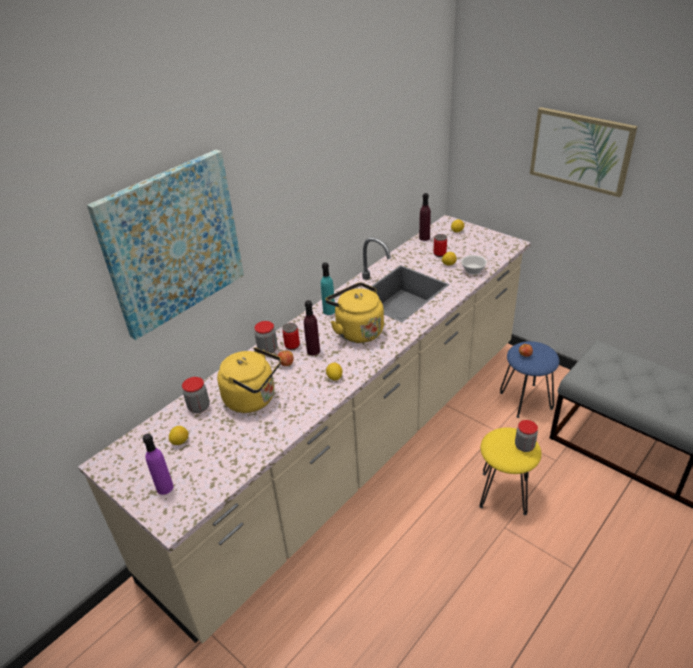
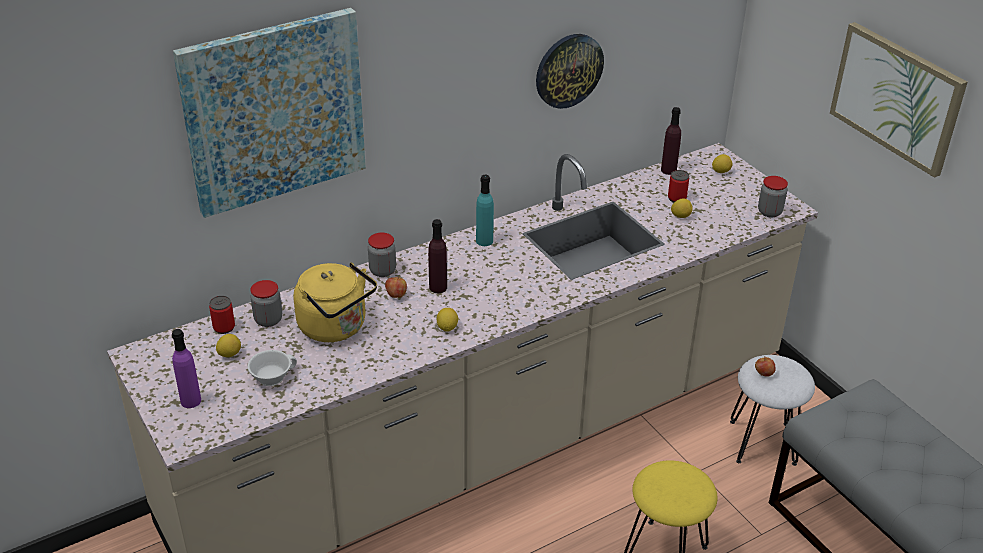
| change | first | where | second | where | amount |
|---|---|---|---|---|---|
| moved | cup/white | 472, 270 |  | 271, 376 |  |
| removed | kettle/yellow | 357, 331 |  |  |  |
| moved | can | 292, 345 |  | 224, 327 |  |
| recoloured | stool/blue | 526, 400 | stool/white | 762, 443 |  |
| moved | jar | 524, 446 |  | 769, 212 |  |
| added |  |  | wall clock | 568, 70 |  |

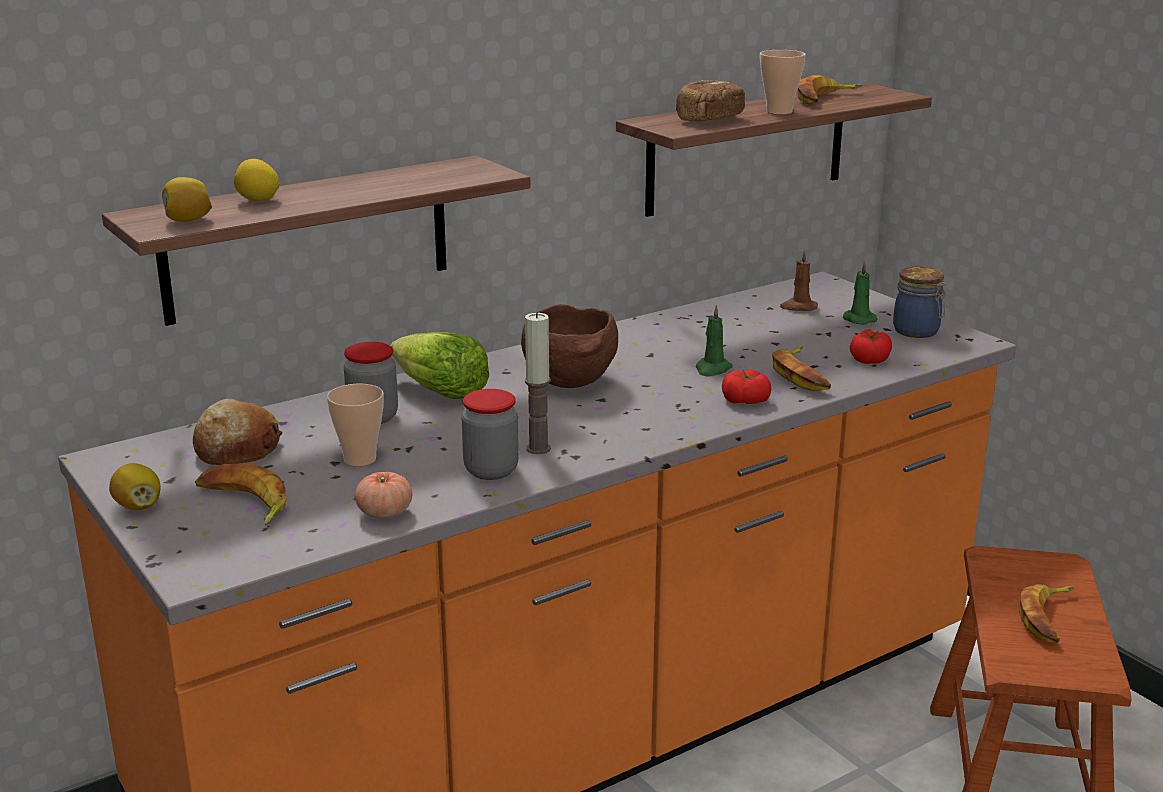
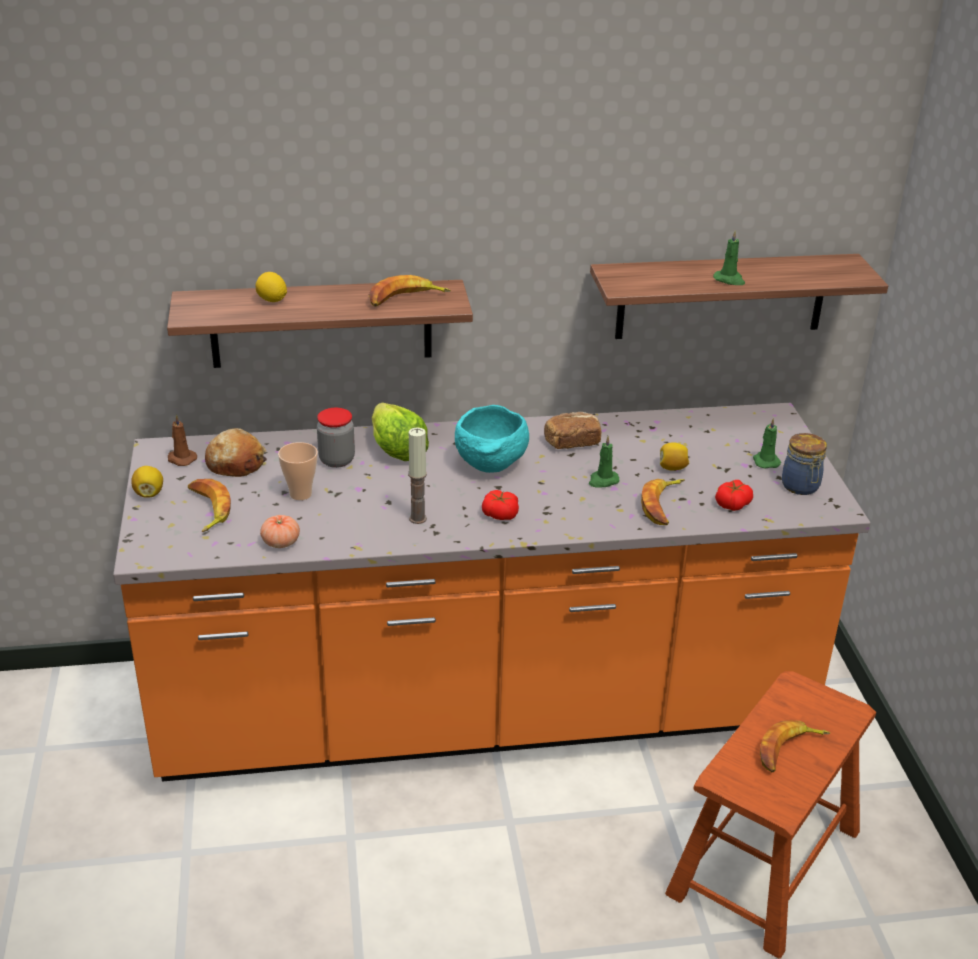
| change | first | where | second | where | amount |
|---|---|---|---|---|---|
| replaced | cup | 779, 112 | candle/green | 729, 280 |  |
| moved | banana | 825, 99 |  | 405, 299 |  |
| moved | bread | 707, 119 |  | 571, 442 |  |
| moved | lemon | 188, 220 |  | 672, 468 |  |
| moved | candle/brown | 798, 307 |  | 181, 459 |  |
| recoloured | bowl/brown | 572, 383 | bowl/turquoise | 491, 466 |  |
| moved | tomato | 745, 400 |  | 500, 514 |  |
| removed | jar | 491, 470 |  |  |  |

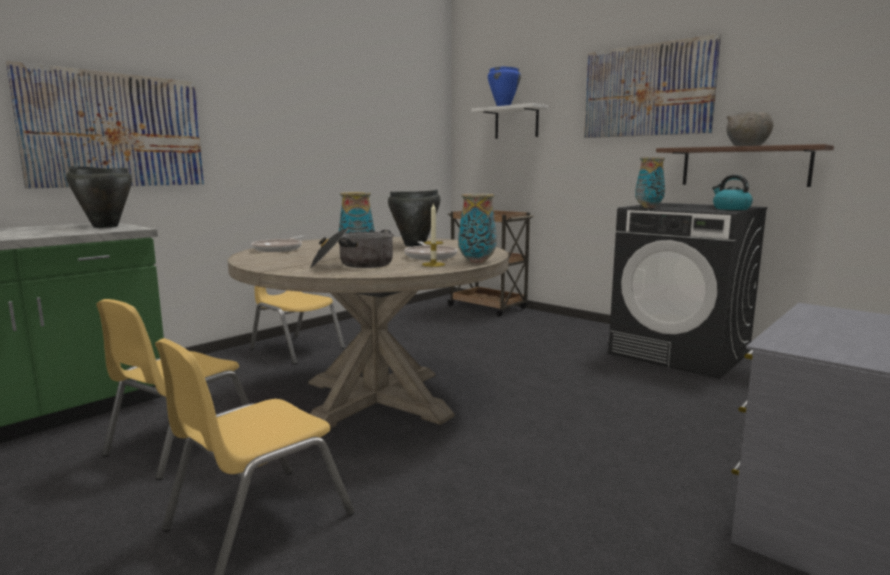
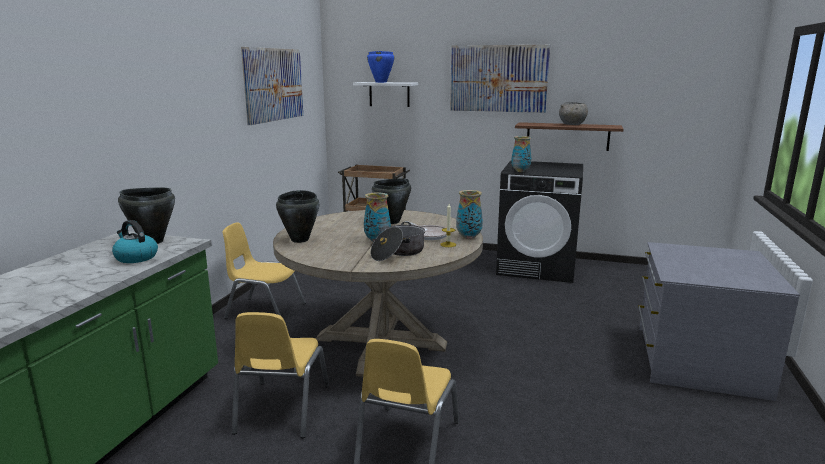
| change | first | where | second | where | amount |
|---|---|---|---|---|---|
| moved | picture | 116, 130 |  | 273, 84 |  |
| moved | kettle | 730, 209 |  | 136, 257 |  |
| replaced | frying pan | 279, 249 | cooking pot/black | 300, 240 |  |

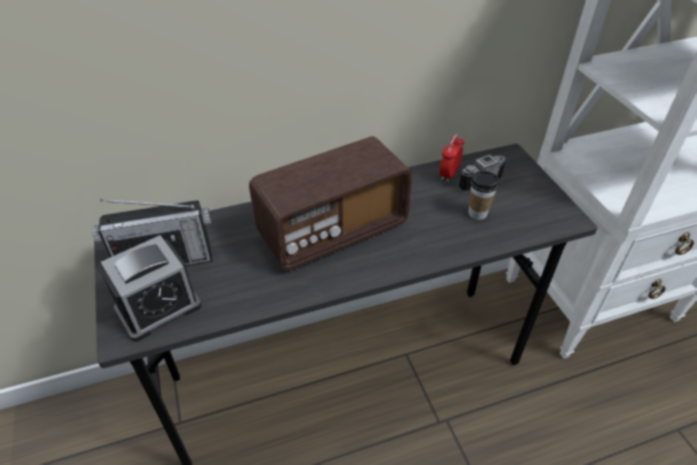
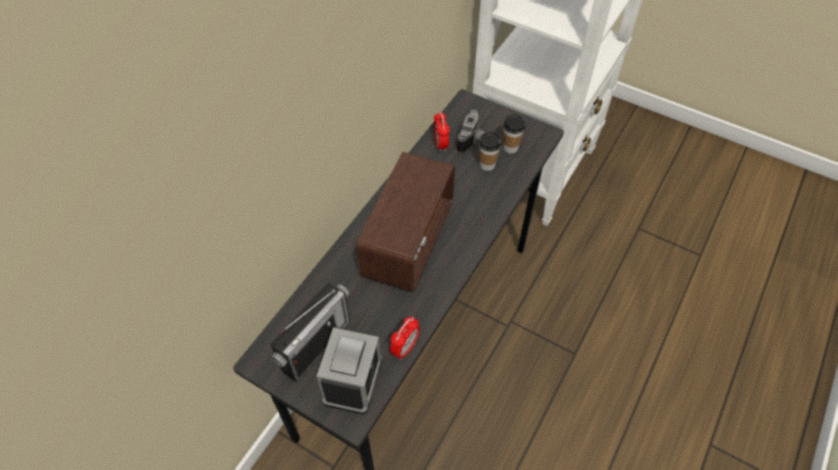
| change | first | where | second | where | amount |
|---|---|---|---|---|---|
| added |  |  | cup | 510, 148 |  |
| added |  |  | alarm clock | 405, 348 |  |

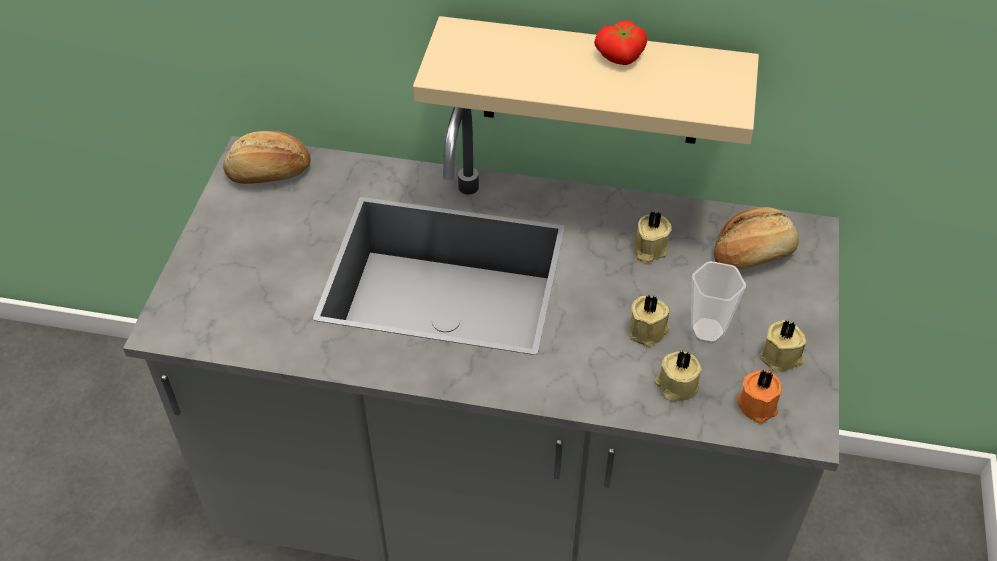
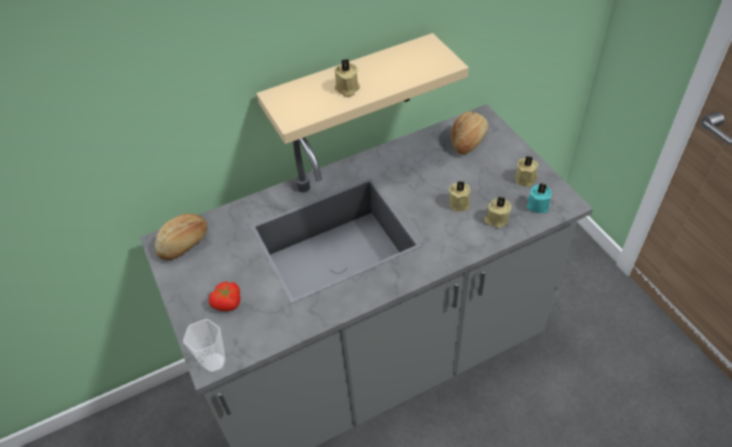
| change | first | where | second | where | amount |
|---|---|---|---|---|---|
| moved | tomato | 620, 57 |  | 228, 303 |  |
| moved | candle/beige | 648, 249 |  | 347, 89 |  |
| moved | cup | 707, 331 |  | 214, 363 |  |
| recoloured | candle/orange | 758, 404 | candle/turquoise | 537, 205 |  |

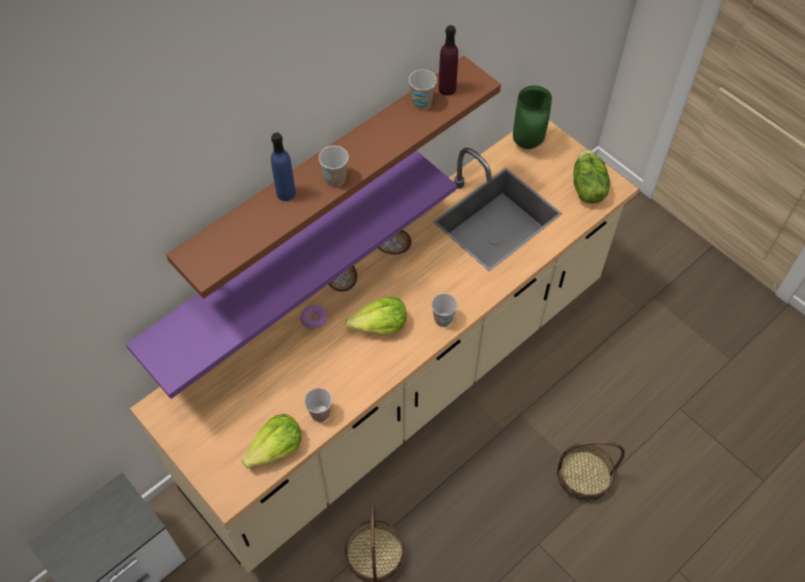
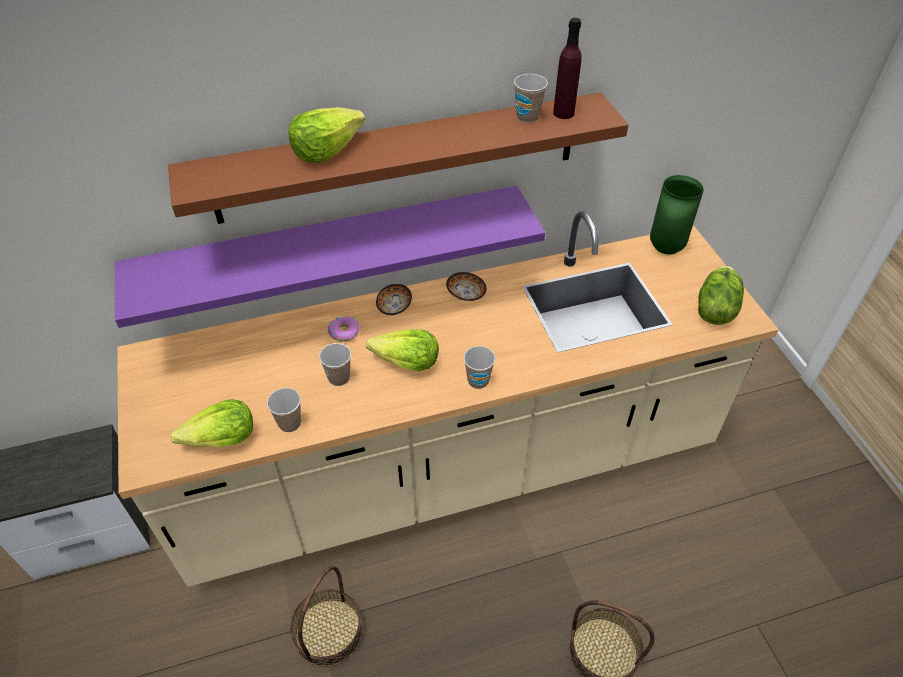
| change | first | where | second | where | amount |
|---|---|---|---|---|---|
| replaced | bottle/blue | 286, 193 | lettuce | 326, 150 |  |
| moved | cup | 335, 178 |  | 339, 378 |  |

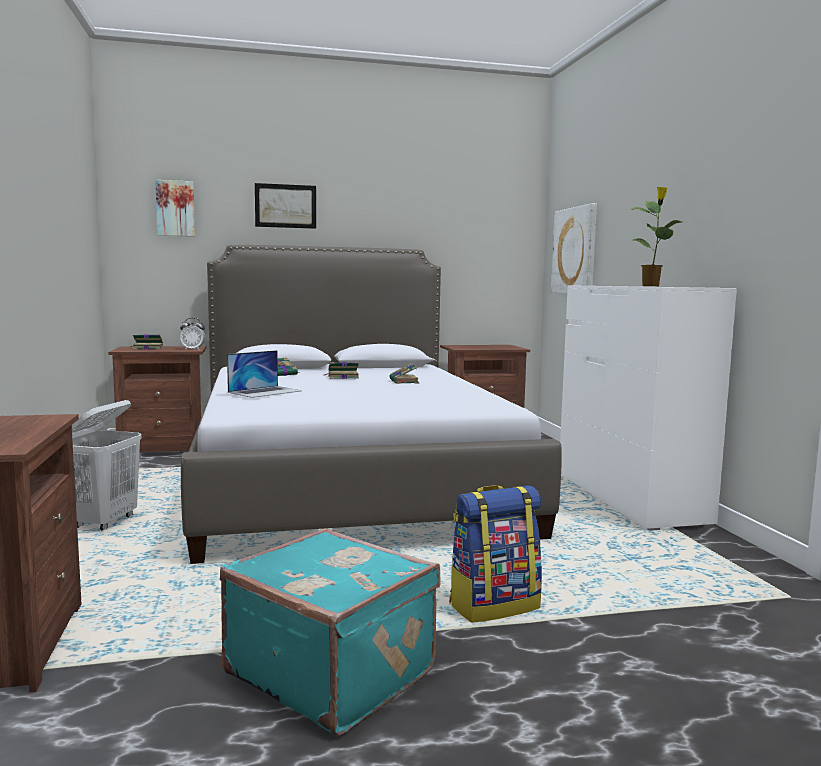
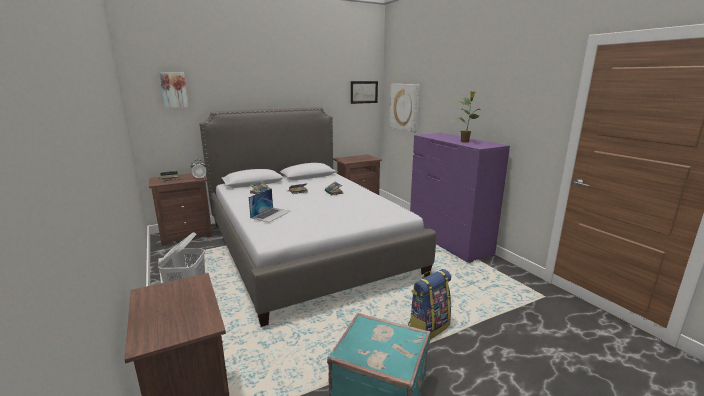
| change | first | where | second | where | amount |
|---|---|---|---|---|---|
| moved | picture | 285, 206 |  | 364, 92 |  |
| recoloured | dresser/white | 628, 499 | dresser/purple | 448, 242 |  |

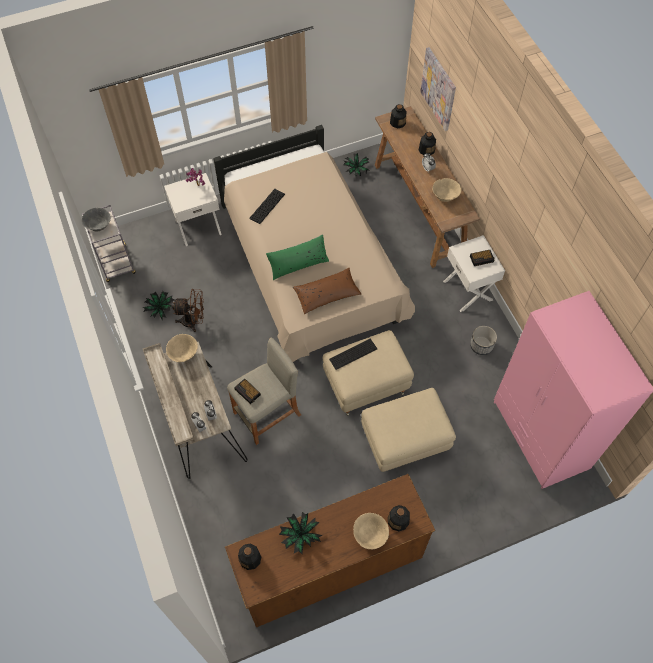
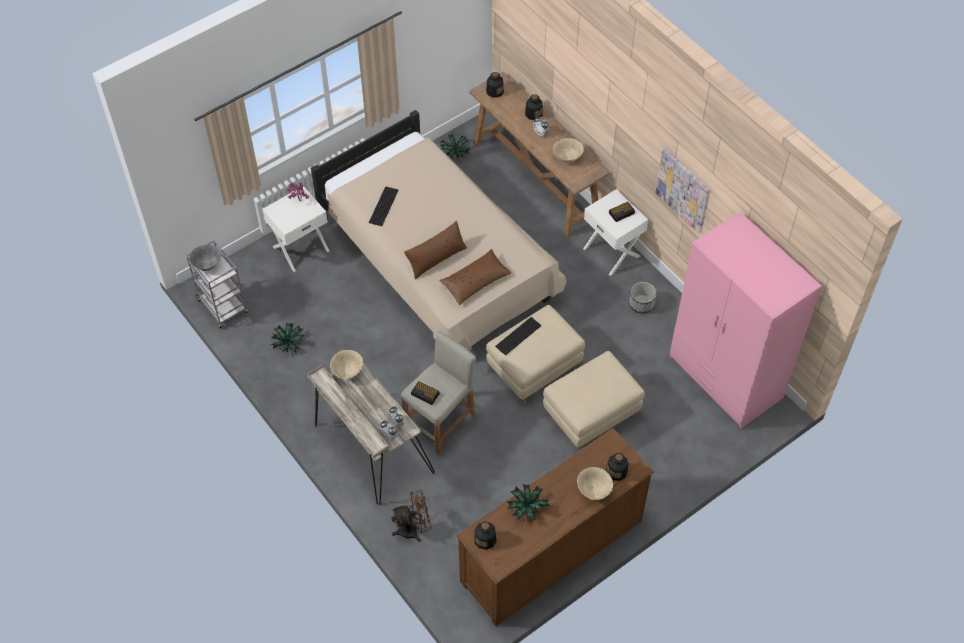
| change | first | where | second | where | amount |
|---|---|---|---|---|---|
| moved | picture | 438, 89 |  | 683, 190 |  |
| recoloured | pillow/green | 298, 264 | pillow/brown | 436, 258 |  |
| moved | fan/brown | 193, 321 |  | 413, 529 |  |

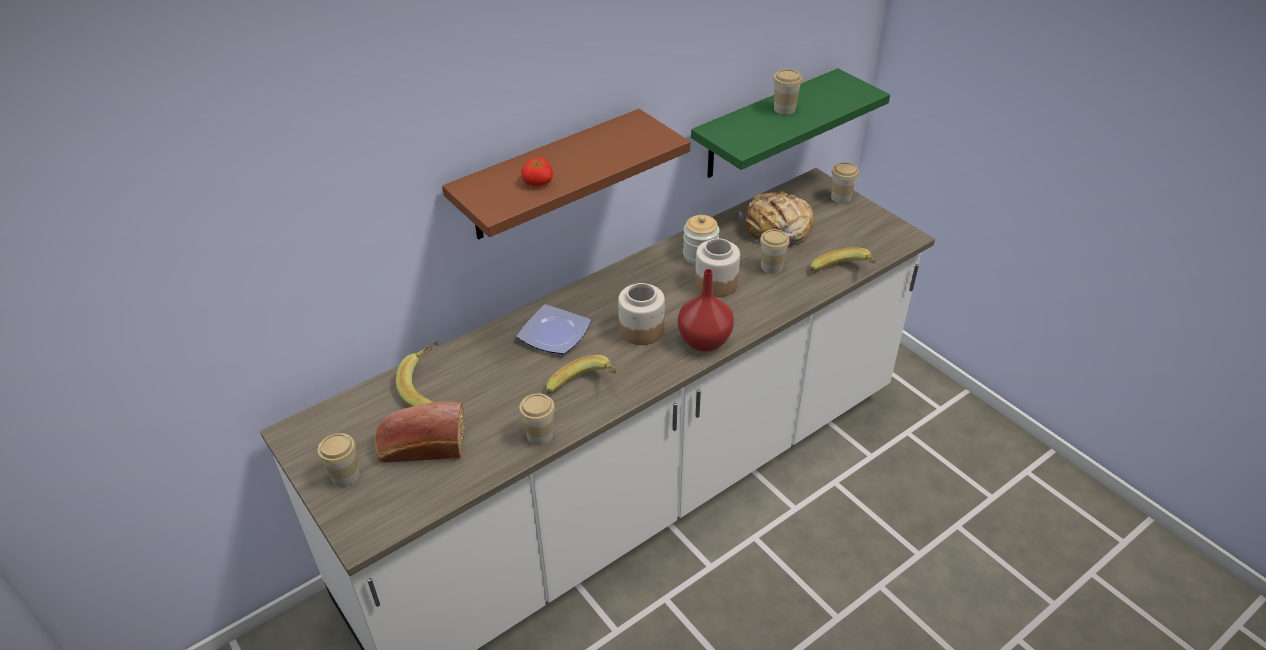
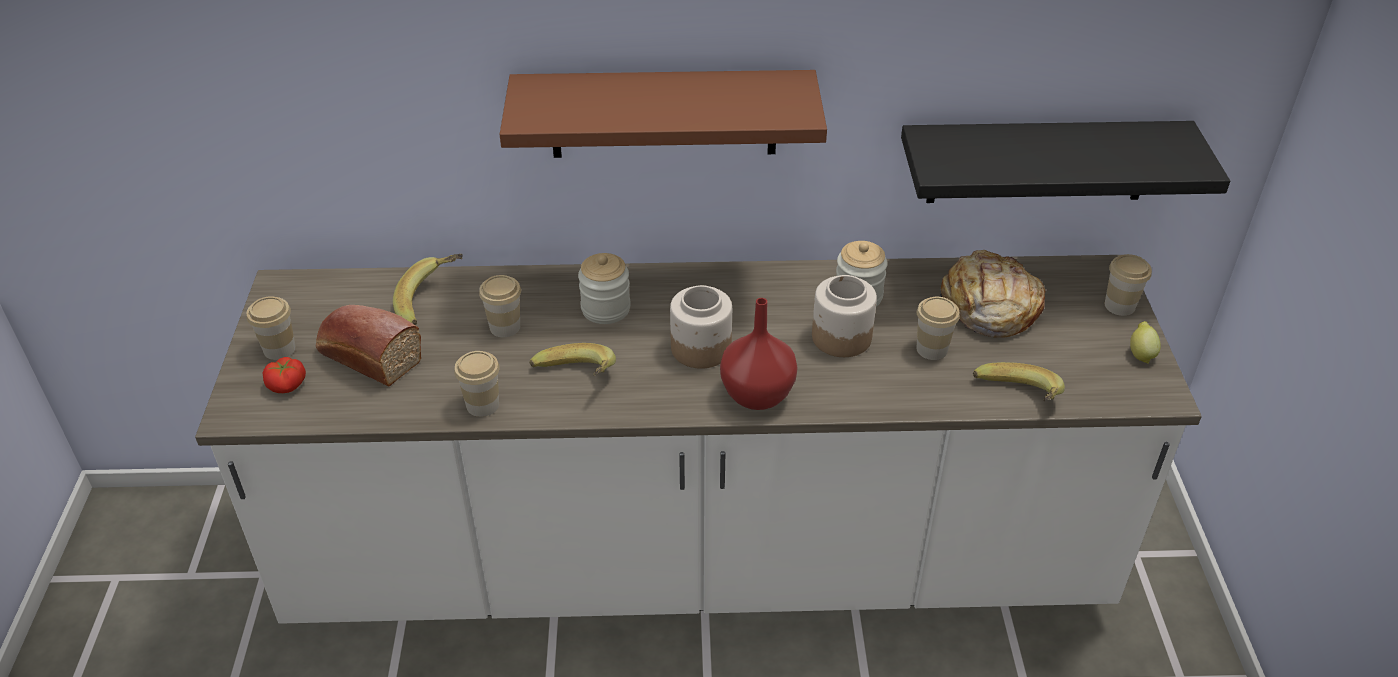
| change | first | where | second | where | amount |
|---|---|---|---|---|---|
| recoloured | shelf/green | 765, 125 | shelf/black | 1040, 162 |  |
| moved | cup | 784, 109 |  | 505, 327 |  |
| moved | tomato | 538, 181 |  | 287, 385 |  |
| replaced | plate | 555, 335 | jar | 605, 309 |  |
| added |  |  | lemon | 1140, 354 |  |

